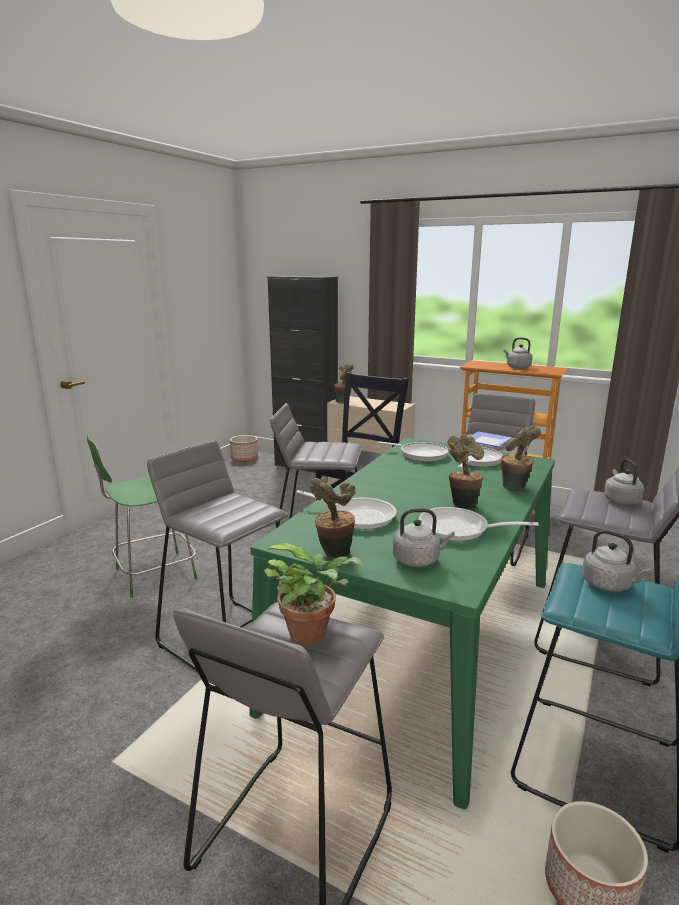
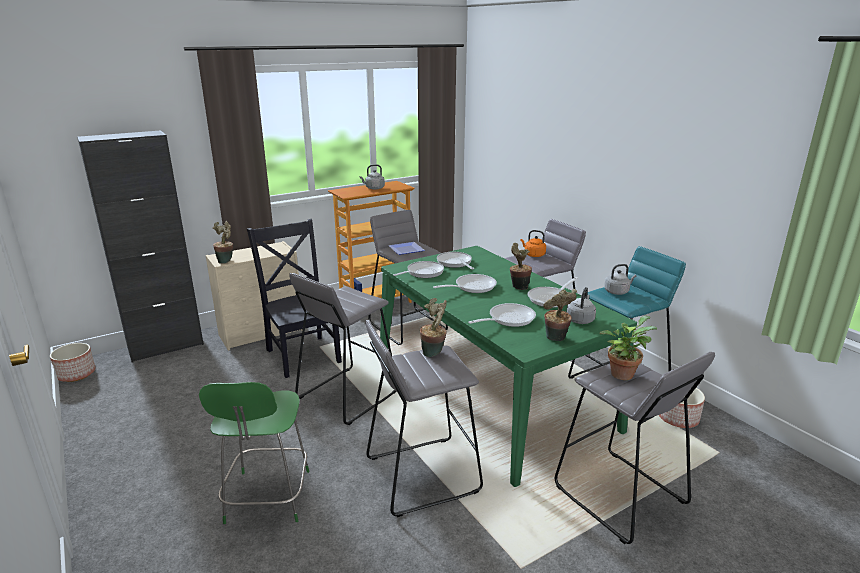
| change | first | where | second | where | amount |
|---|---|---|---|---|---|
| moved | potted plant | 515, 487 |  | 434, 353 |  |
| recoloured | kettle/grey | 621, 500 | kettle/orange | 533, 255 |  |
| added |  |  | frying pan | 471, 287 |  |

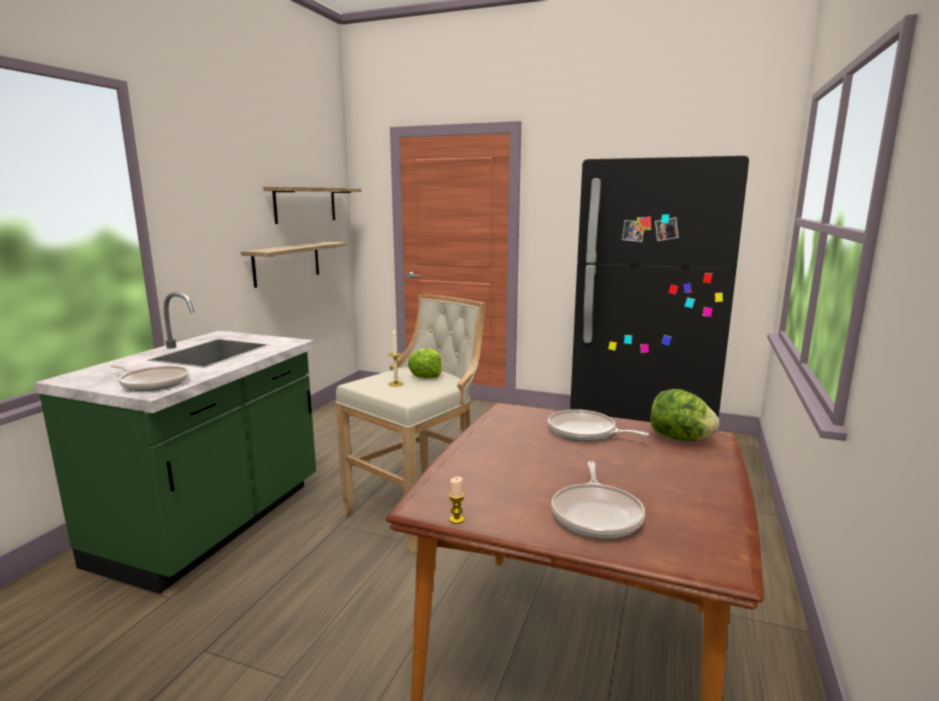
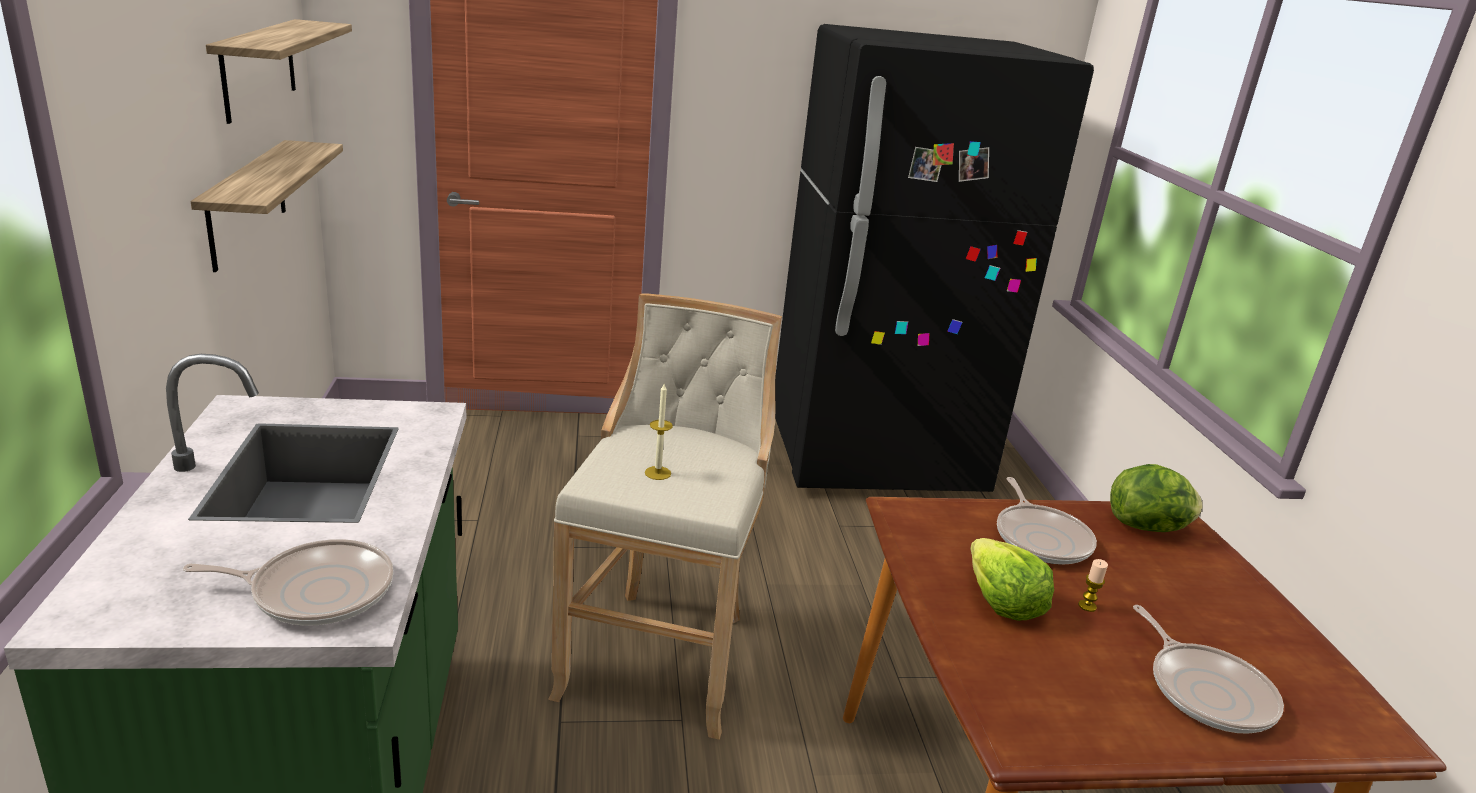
| change | first | where | second | where | amount |
|---|---|---|---|---|---|
| moved | lettuce | 426, 375 |  | 1002, 602 |  |
| turned | frying pan | 585, 432 |  | 1041, 538 | 105 degrees counterclockwise |
| moved | candle | 456, 519 |  | 1087, 606 |  |

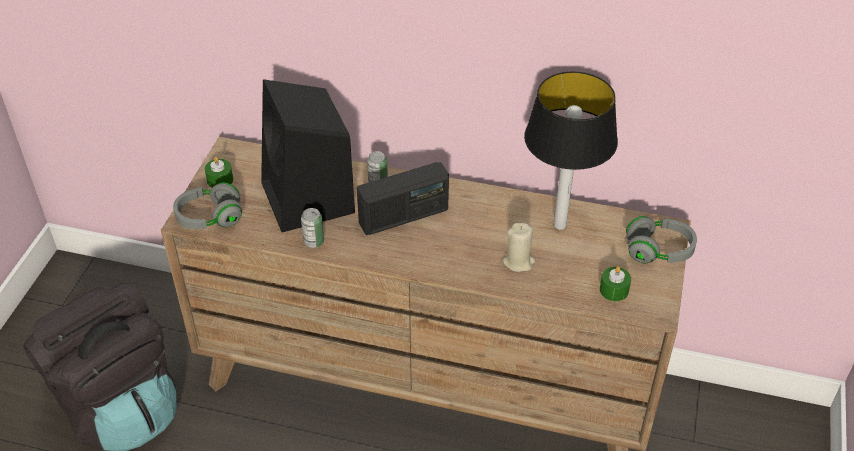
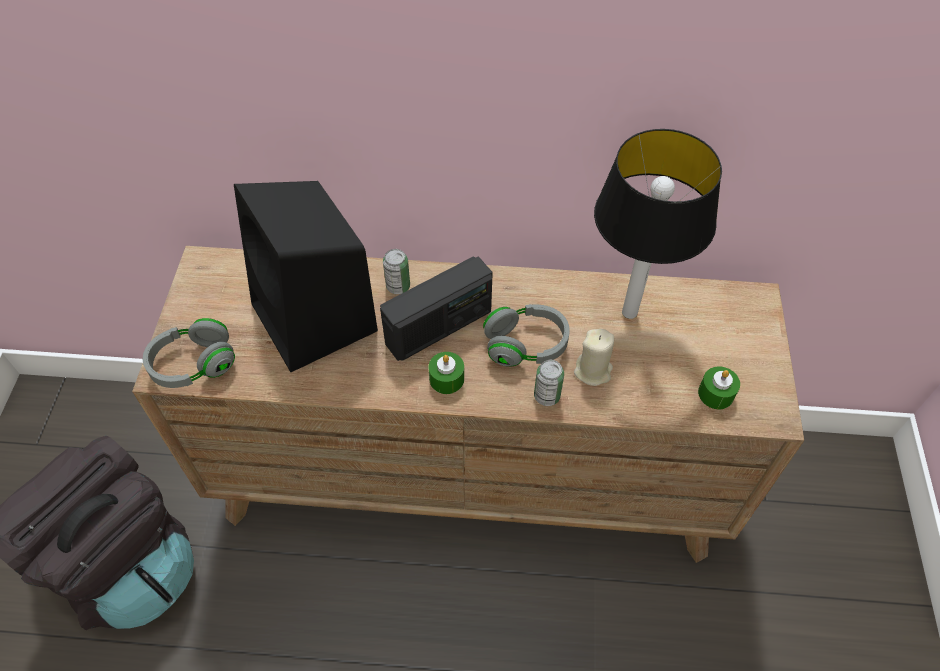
| change | first | where | second | where | amount |
|---|---|---|---|---|---|
| moved | candle/green | 220, 180 |  | 446, 379 |  |
| moved | can | 314, 242 |  | 547, 396 |  |
| moved | headphones/grey | 658, 251 |  | 526, 345 |  |

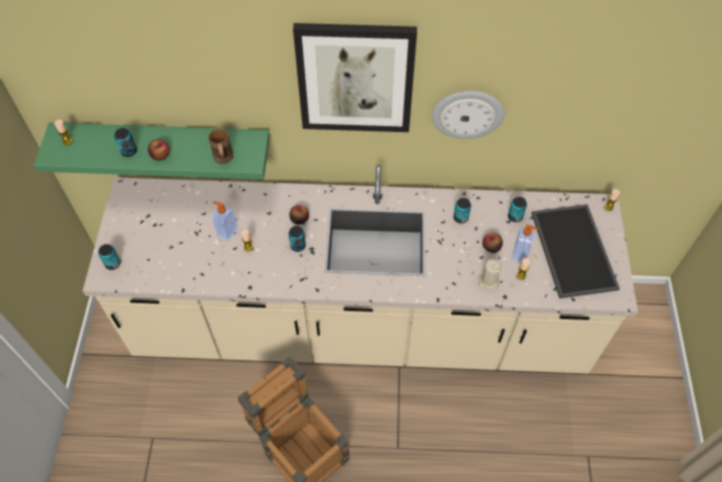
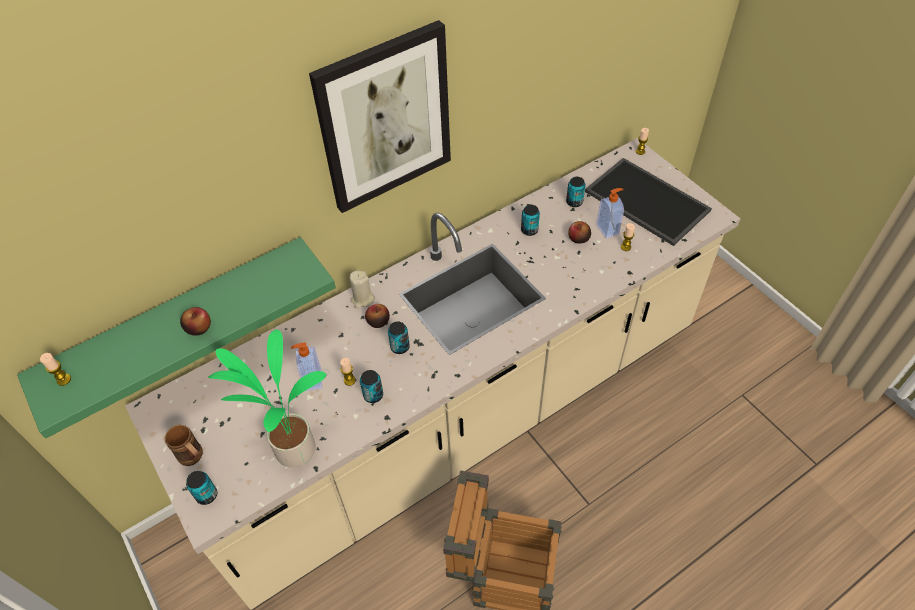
| change | first | where | second | where | amount |
|---|---|---|---|---|---|
| removed | wall clock | 467, 113 |  |  |  |
| moved | can | 129, 151 |  | 373, 395 |  |
| moved | mug/brown | 223, 160 |  | 194, 458 |  |
| moved | candle/beige | 488, 281 |  | 362, 299 |  |
| added |  |  | potted plant | 293, 448 |  |

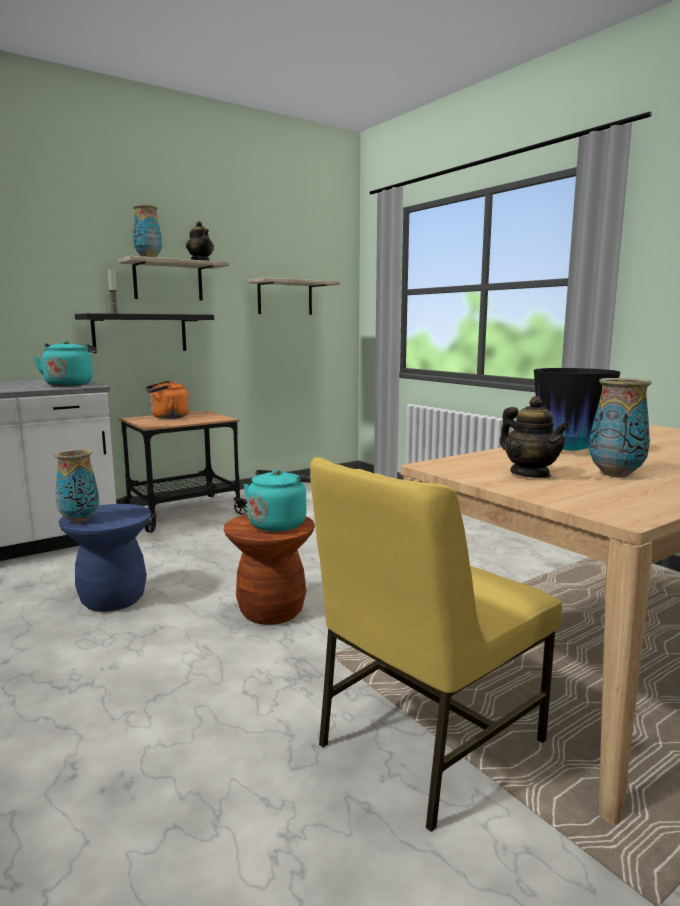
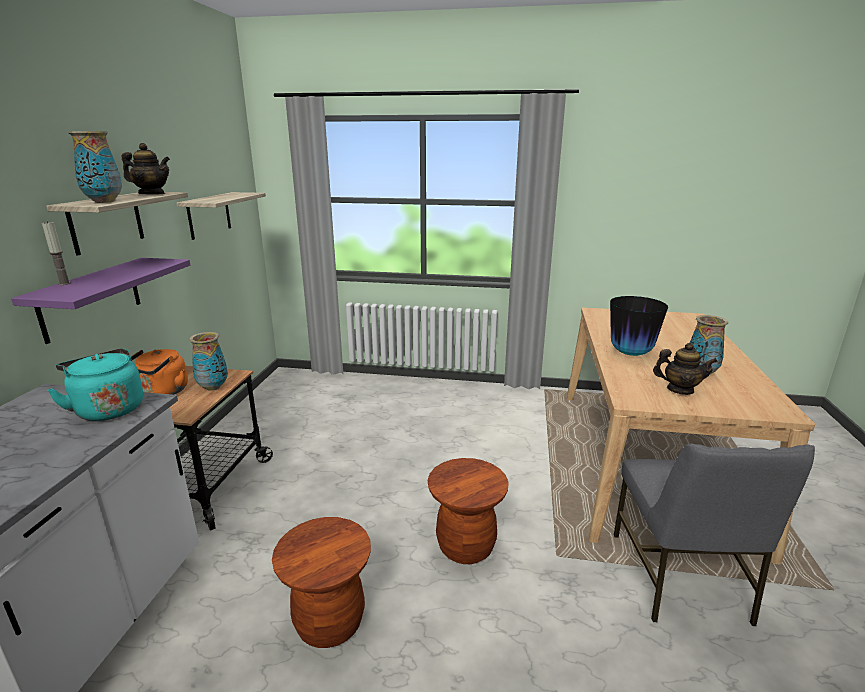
| change | first | where | second | where | amount |
|---|---|---|---|---|---|
| recoloured | shelf/black | 140, 333 | shelf/purple | 91, 298 |  |
| moved | vase | 80, 520 |  | 213, 387 |  |
| recoloured | chair/yellow | 426, 742 | chair/grey | 680, 578 |  |
| removed | kettle/turquoise | 279, 524 |  |  |  |
| recoloured | stool/blue | 113, 599 | stool/brown | 329, 622 |  |

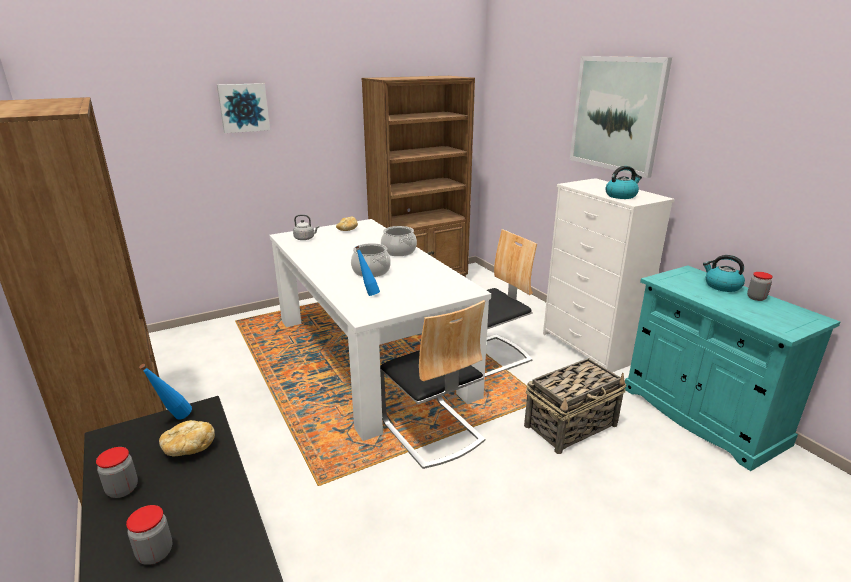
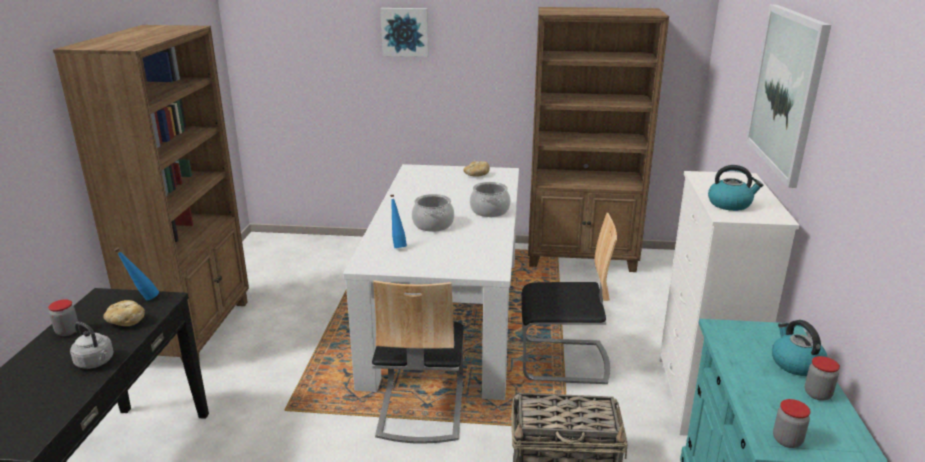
| change | first | where | second | where | amount |
|---|---|---|---|---|---|
| moved | kettle/grey | 305, 238 |  | 96, 362 |  |
| moved | jar | 155, 553 |  | 787, 440 |  |

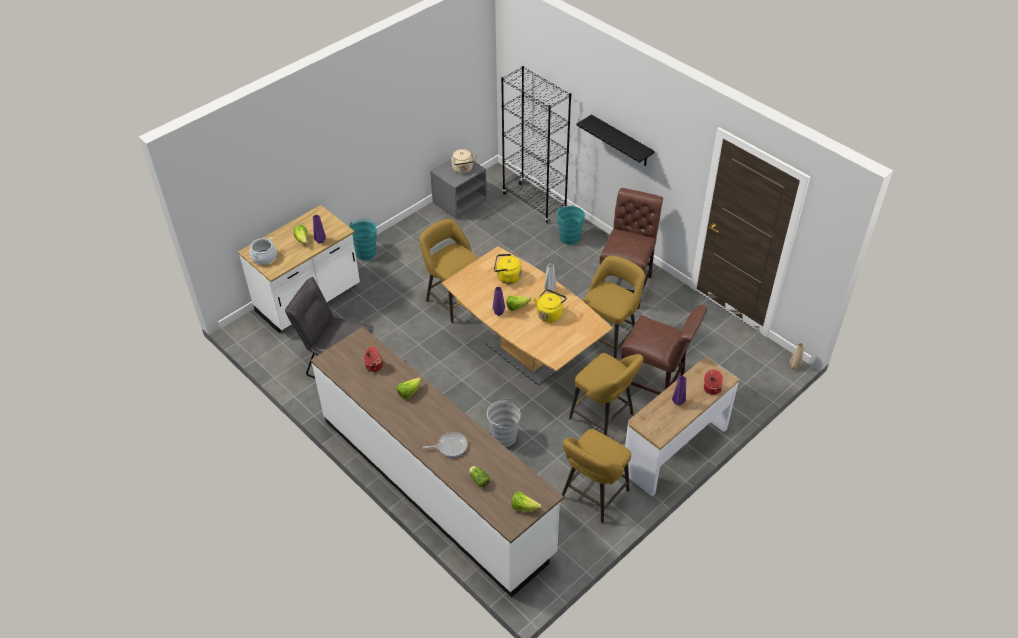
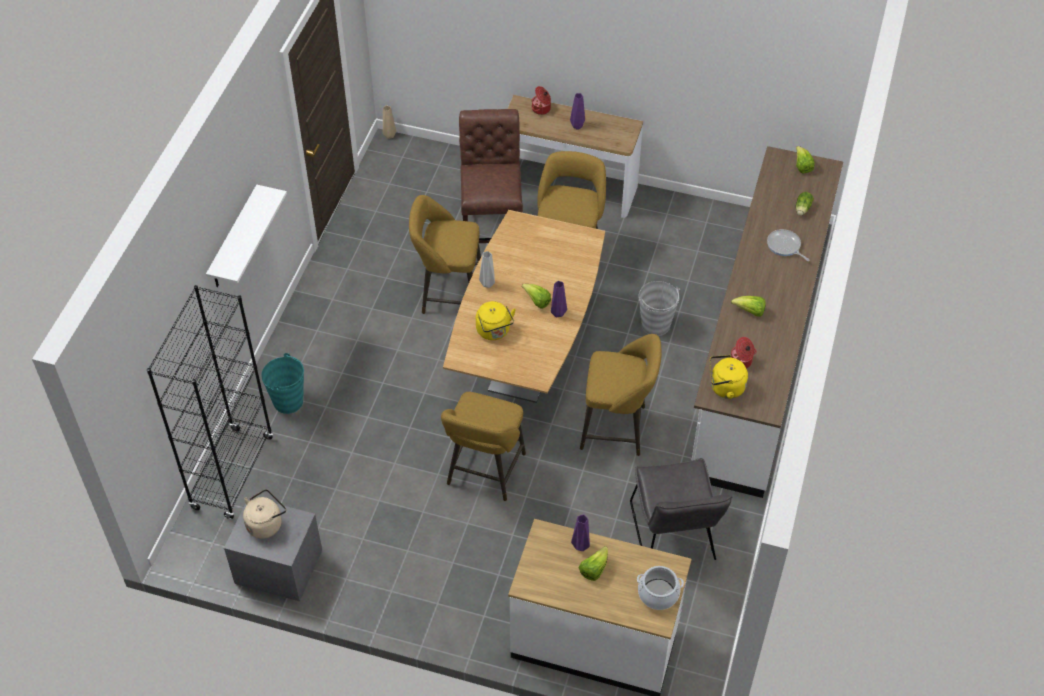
| change | first | where | second | where | amount |
|---|---|---|---|---|---|
| recoloured | shelf/black | 621, 141 | shelf/white | 234, 239 |  |
| removed | chair/brown | 626, 285 |  |  |  |
| removed | bucket/turquoise | 366, 253 |  |  |  |
| moved | kettle/yellow | 550, 314 |  | 724, 388 |  |
| moved | stool/yellow | 592, 496 |  | 617, 428 |  |

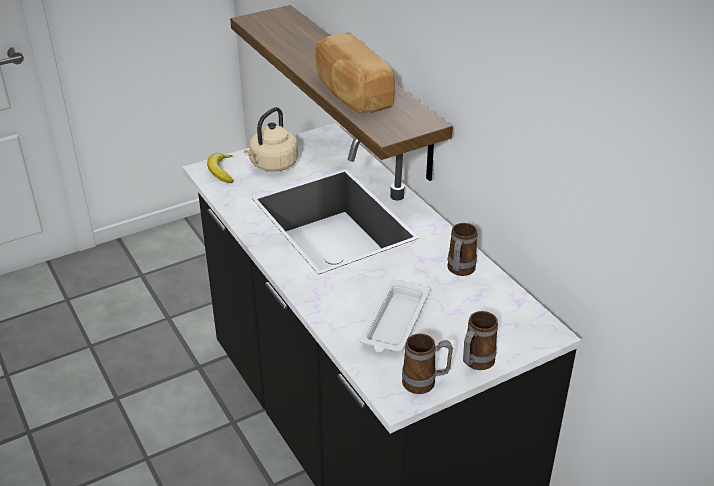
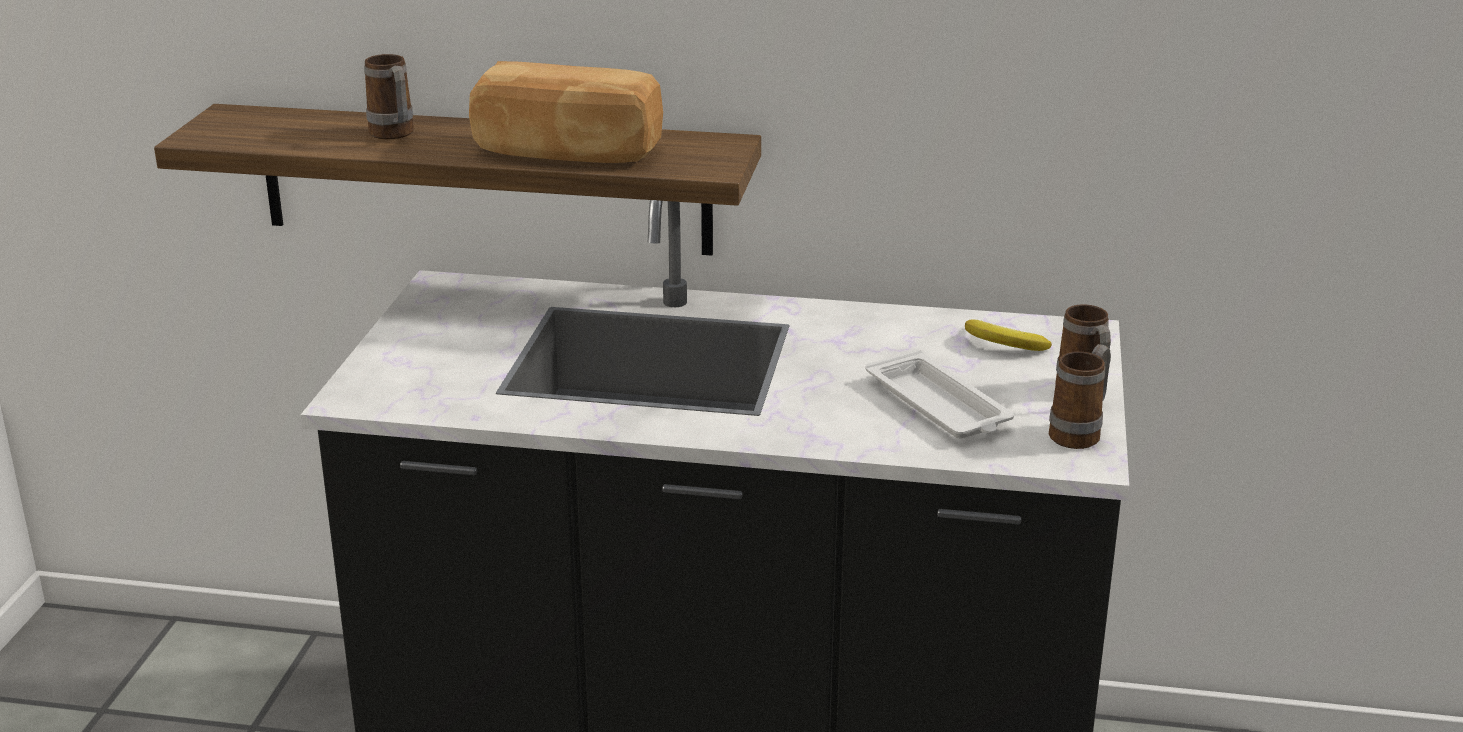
| change | first | where | second | where | amount |
|---|---|---|---|---|---|
| removed | kettle/beige | 272, 165 |  |  |  |
| moved | banana | 221, 171 |  | 1002, 345 |  |
| moved | mug | 459, 271 |  | 394, 135 |  |

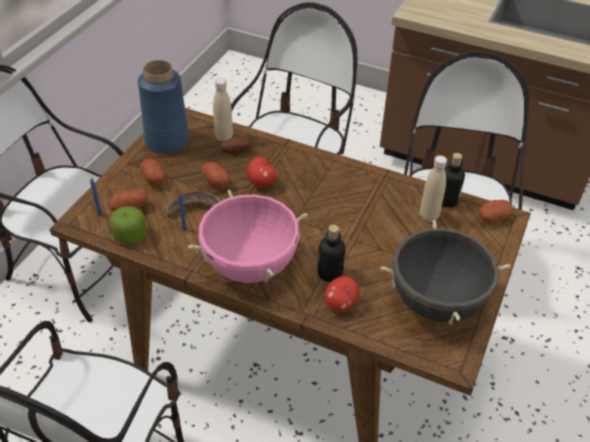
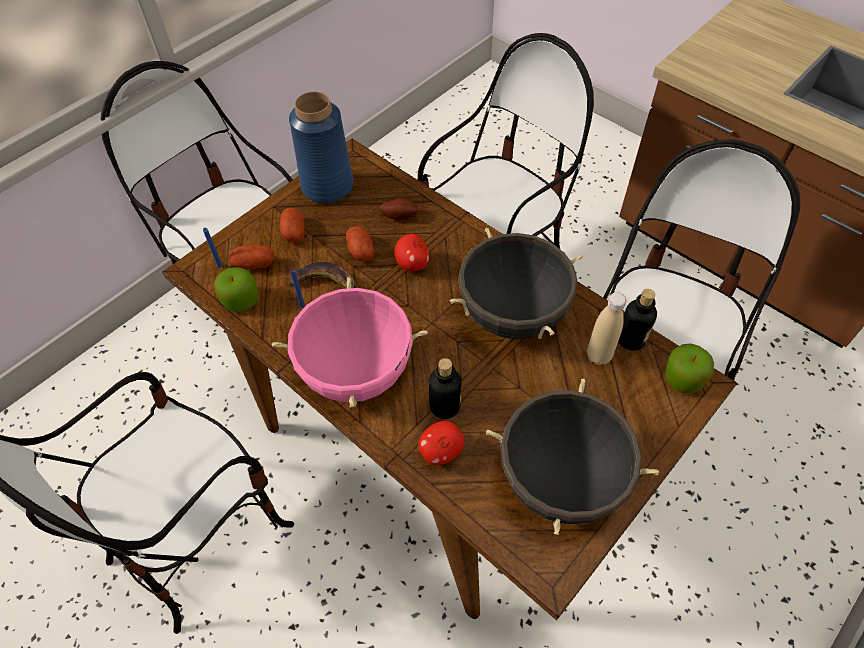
| change | first | where | second | where | amount |
|---|---|---|---|---|---|
| removed | bottle/beige | 224, 137 |  |  |  |
| replaced | potato | 493, 218 | apple | 683, 378 |  |
| added |  |  | cooking pot/black | 512, 314 |  |

